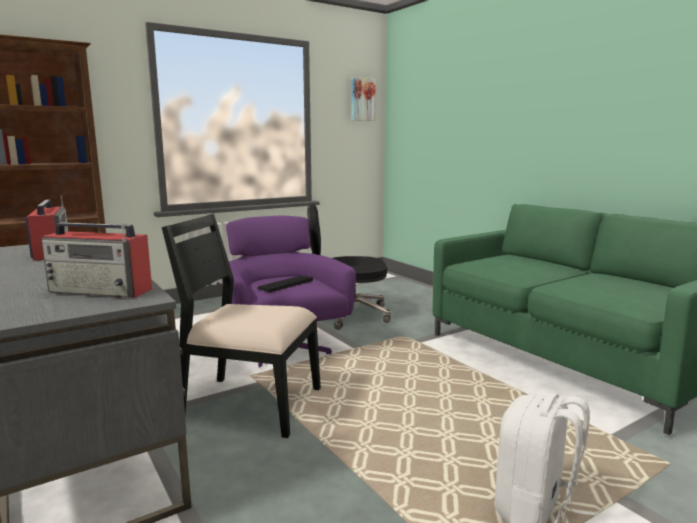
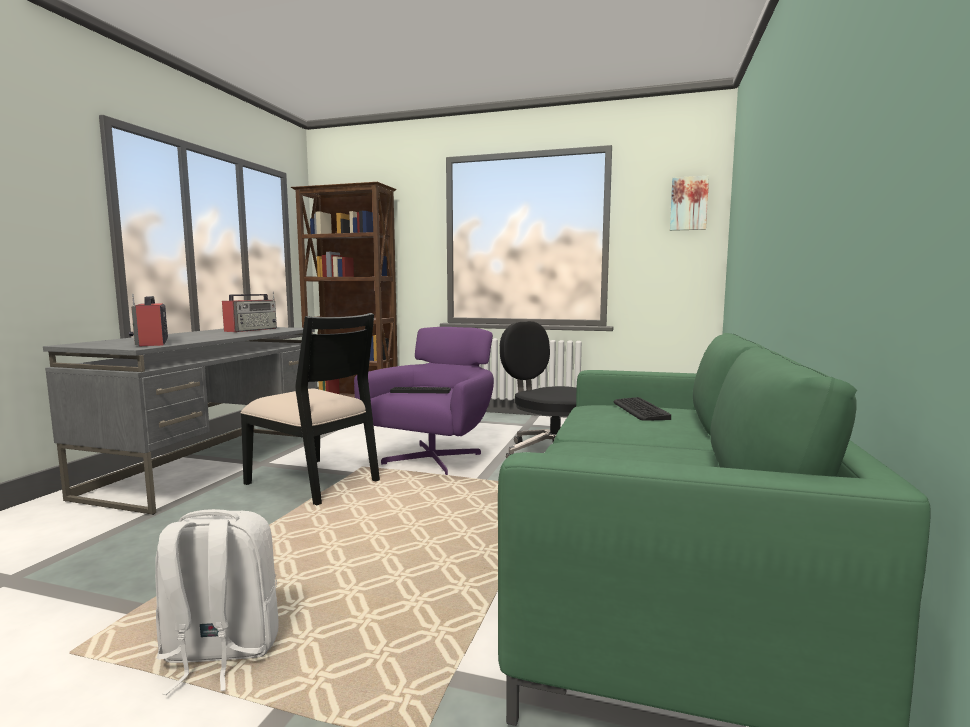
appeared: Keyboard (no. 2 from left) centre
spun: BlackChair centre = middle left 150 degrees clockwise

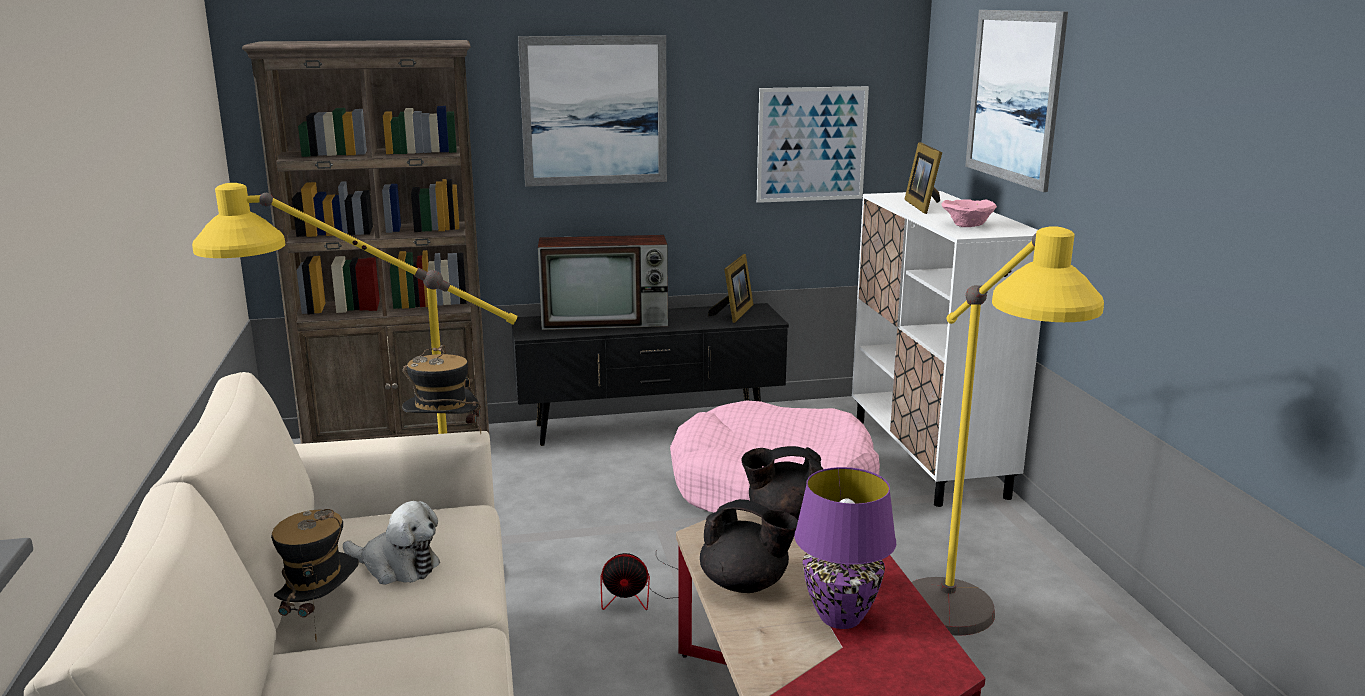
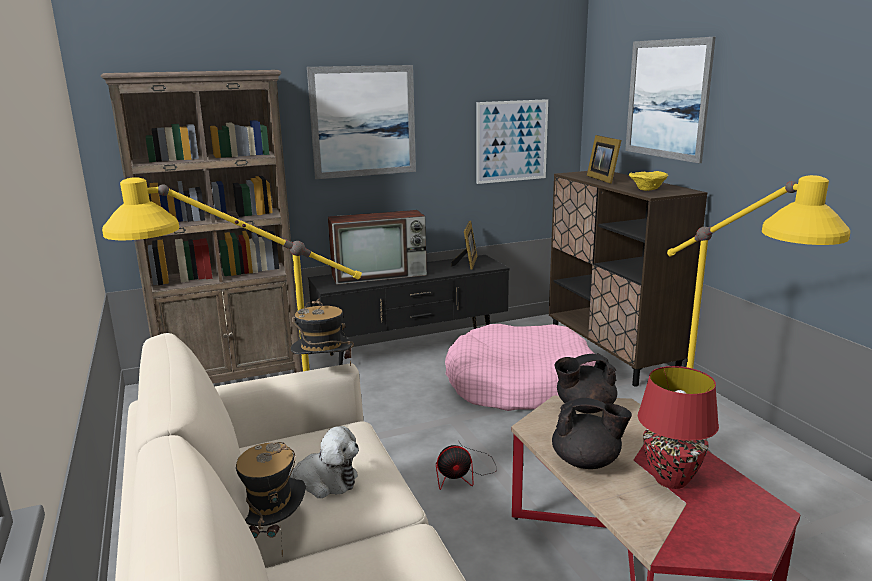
colour: WhiteCabinet middle right to BrownCabinet middle right; PinkBowl top right to YellowBowl top right; PurpleTableLamp bottom centre to RedTableLamp bottom right

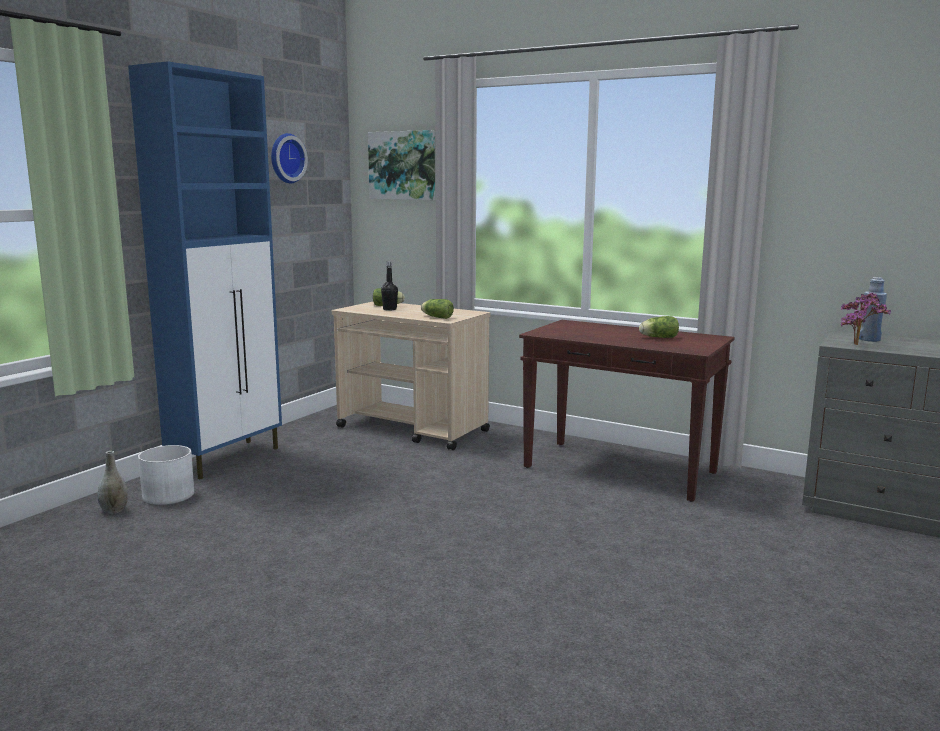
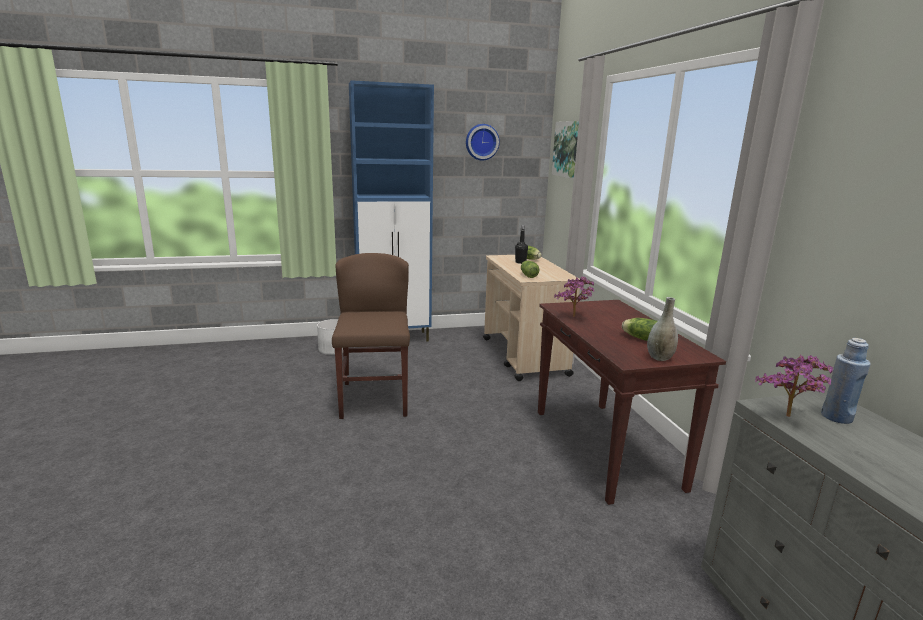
appeared: BrownChair centre; PottedPlant (no. 1 from left) centre
relocated: GreyVase middle left to middle right

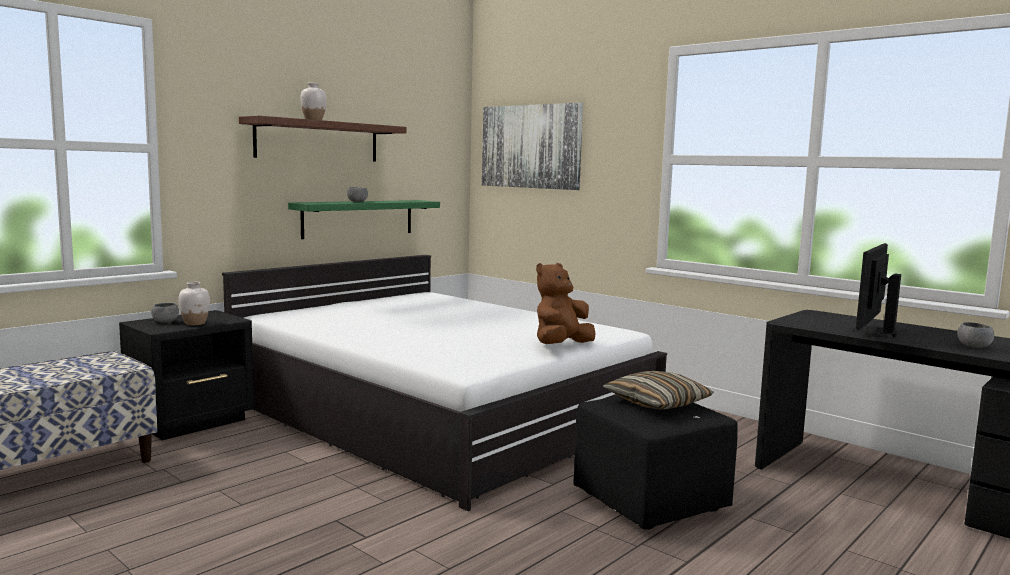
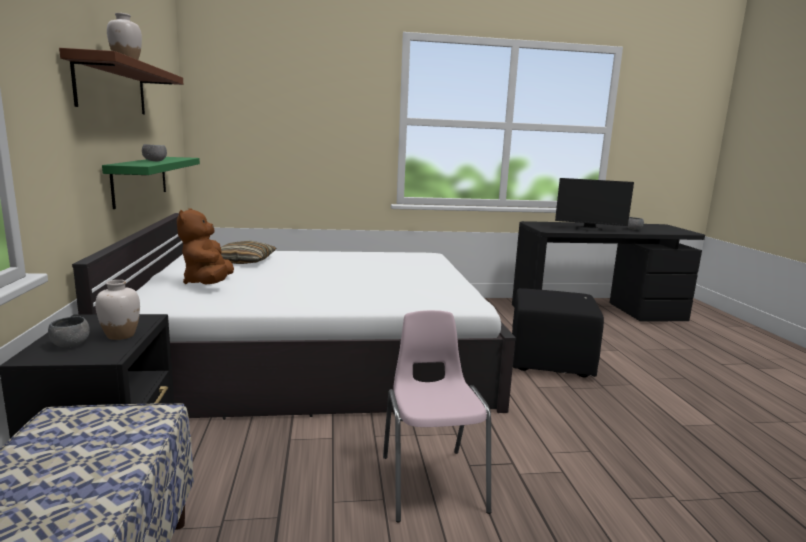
missing: Picture top centre
appeared: PinkChair bottom centre
relocated: BrownPlushToy centre to middle left; Pillow bottom centre to middle left
spun: Monitor middle right = middle right 60 degrees counterclockwise

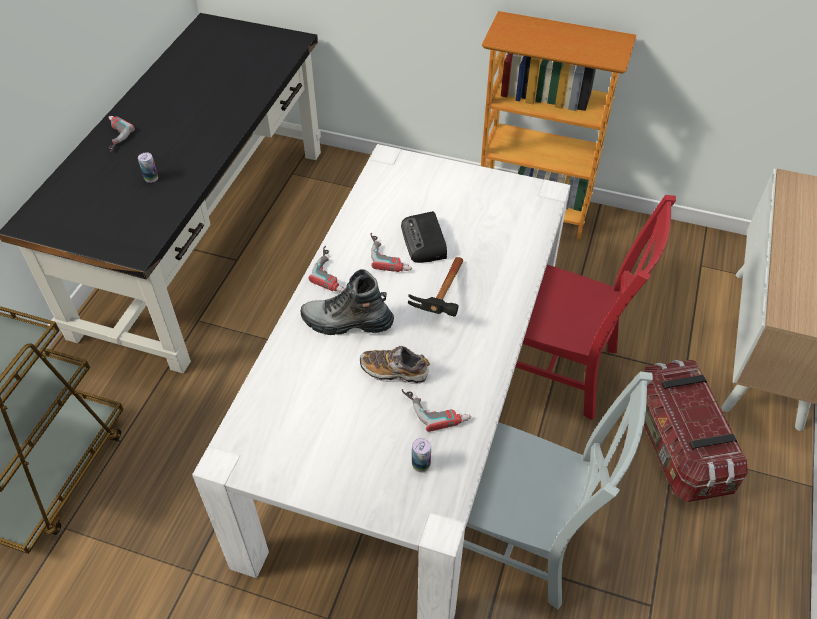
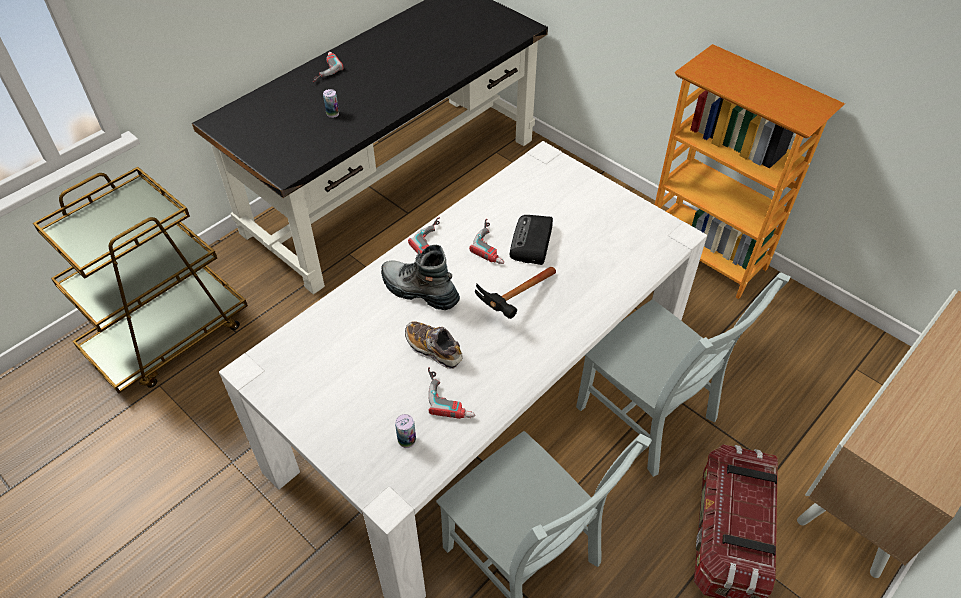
colour: RedChair middle right to GreyChair (no. 2 from left) middle right

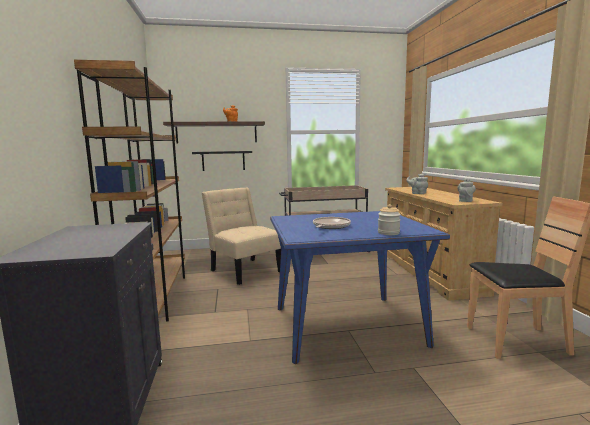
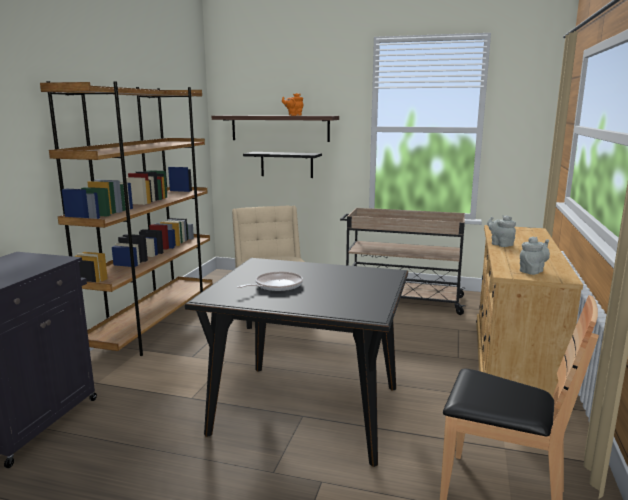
missing: Jar centre
colour: BlueDiningTable bottom centre to BlackDiningTable bottom centre

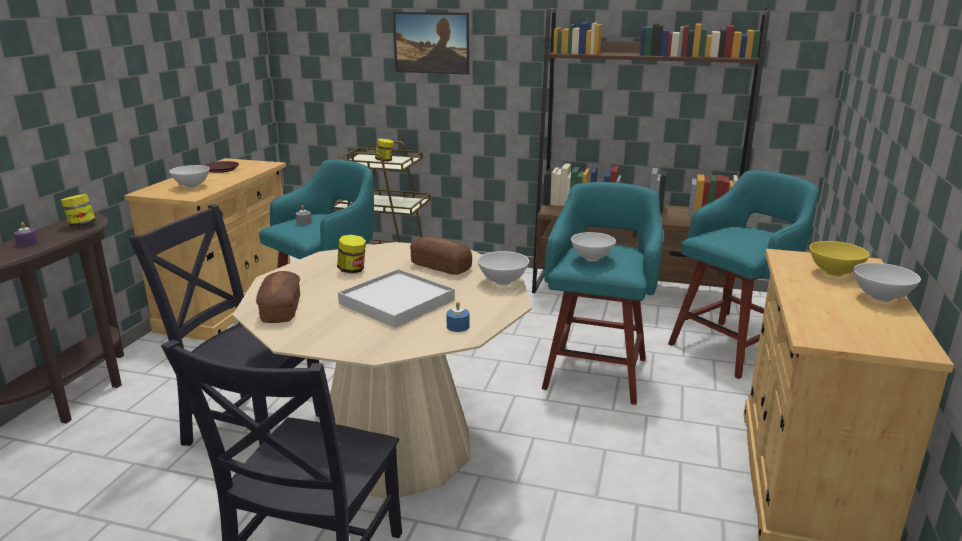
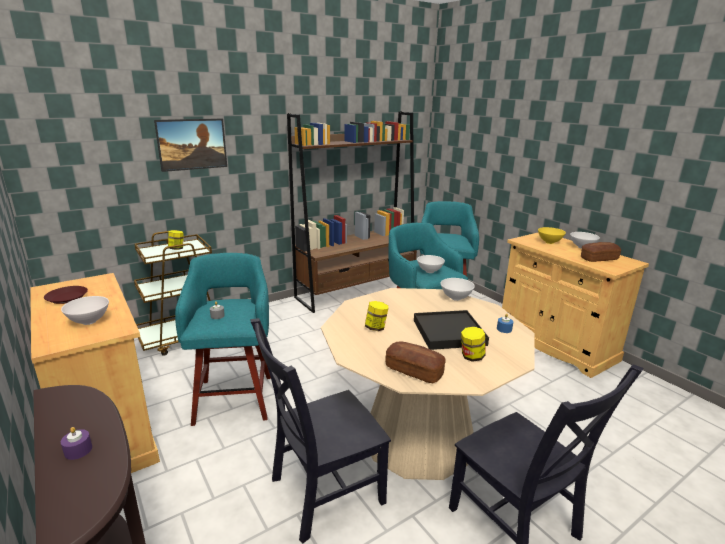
relocated: Jar (no. 1 from left in the first image) middle left to Jar (no. 3 from left) centre; Bread (no. 2 from left) centre to middle right
colour: WhiteTray centre to BlackTray centre

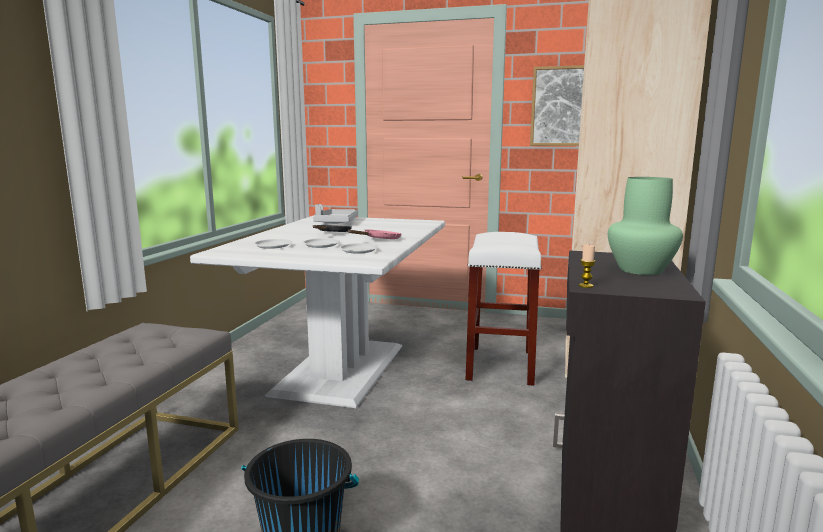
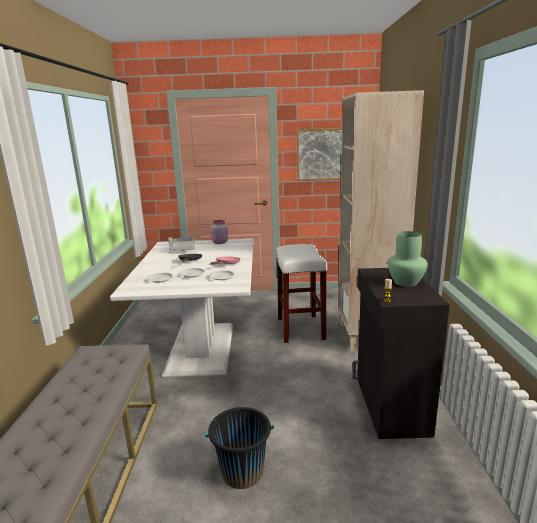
appeared: PinkJar centre

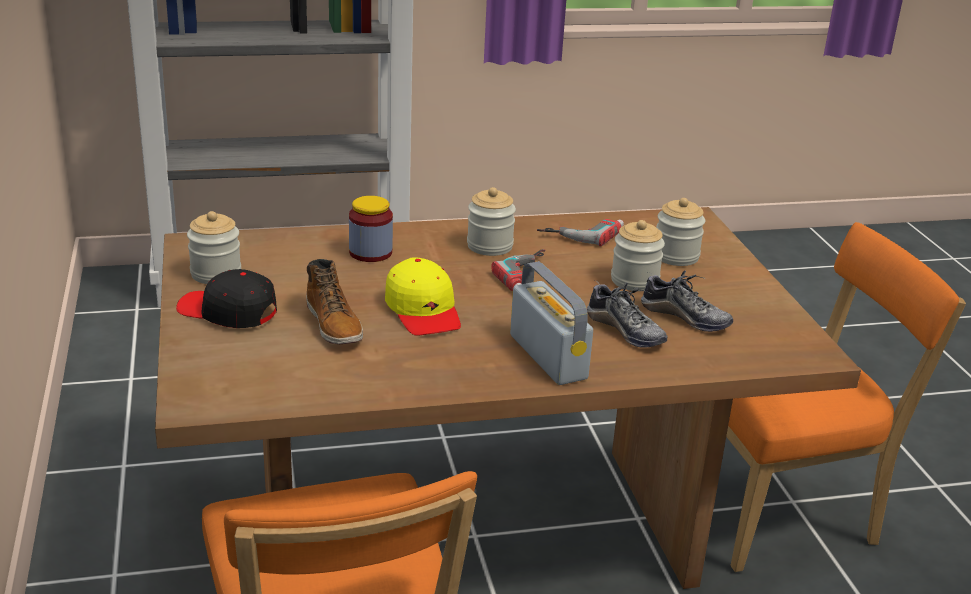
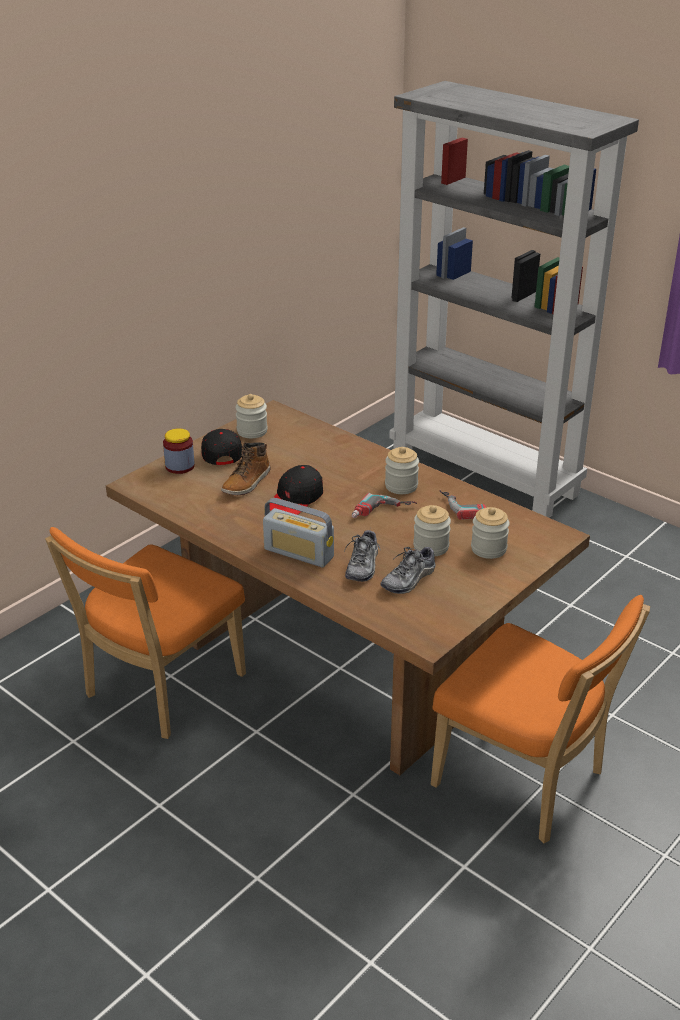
relocated: Jar (no. 2 from left in the first image) centre to Jar (no. 1 from left) middle left
colour: YellowCap centre to BlackCap (no. 2 from left) centre
spun: Radio centre = centre 90 degrees clockwise; Shoe (no. 2 from left) middle right = centre 45 degrees clockwise

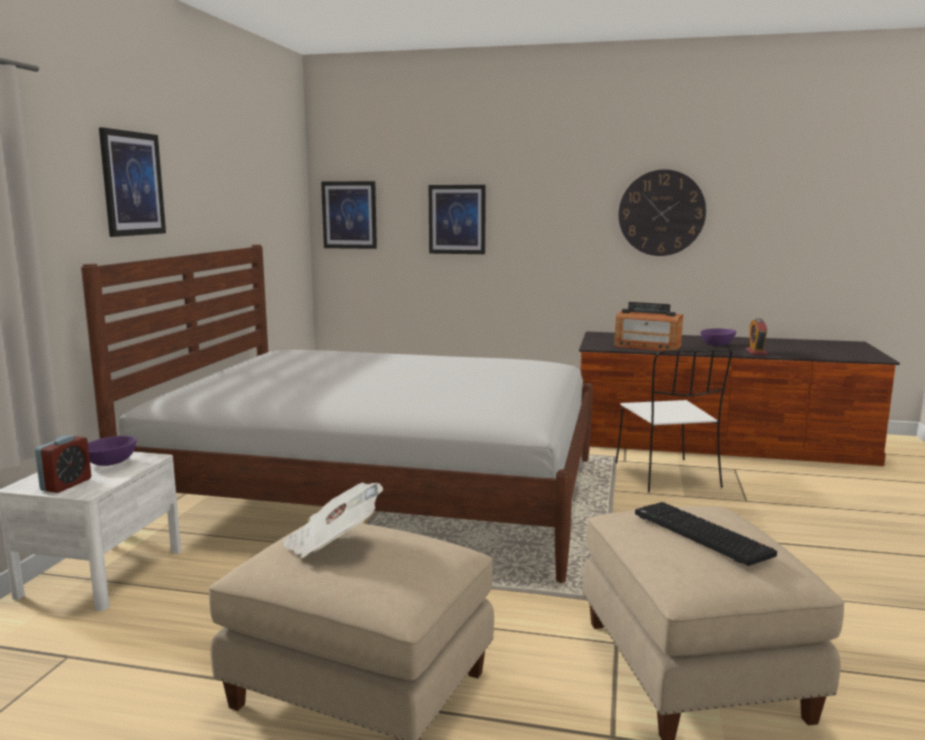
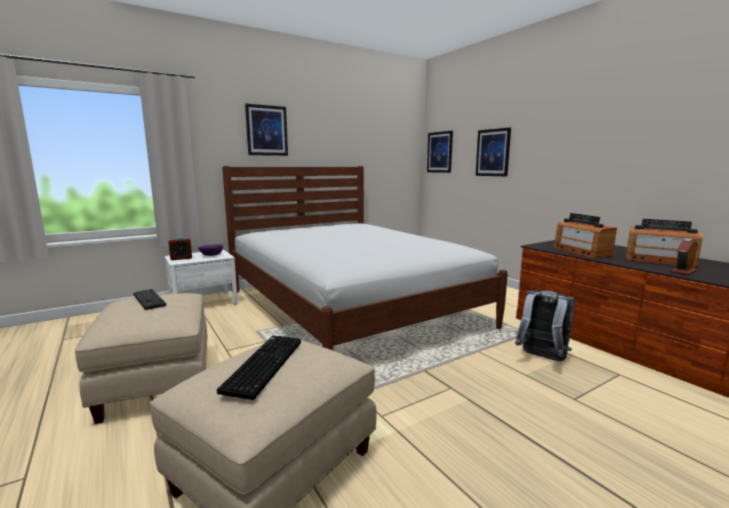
missing: WallClock top right
exchanged: PurpleBowl (no. 2 from left) middle right to Radio (no. 2 from left) middle right; WhiteChair middle right to GreyBackpack middle right; Newspaper bottom centre to Keyboard (no. 1 from left) middle left

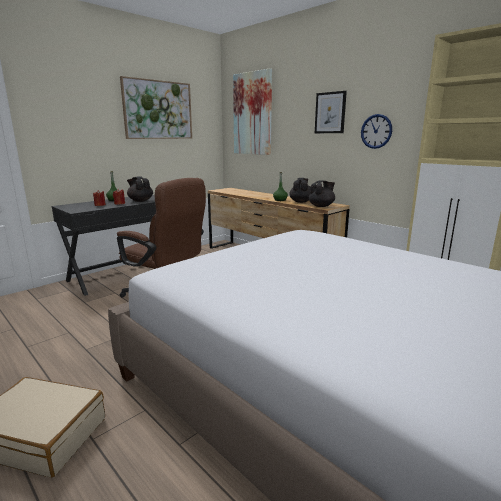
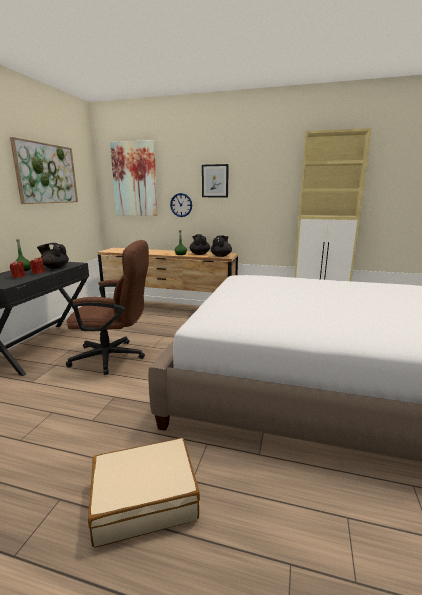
relocated: WallClock top right to centre

